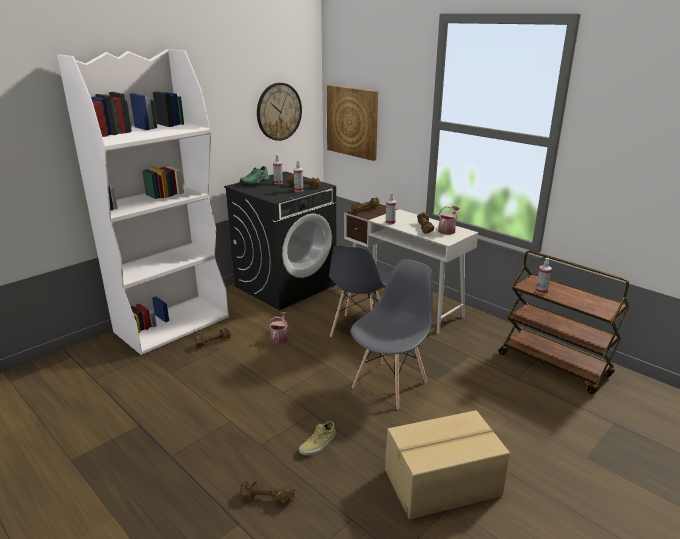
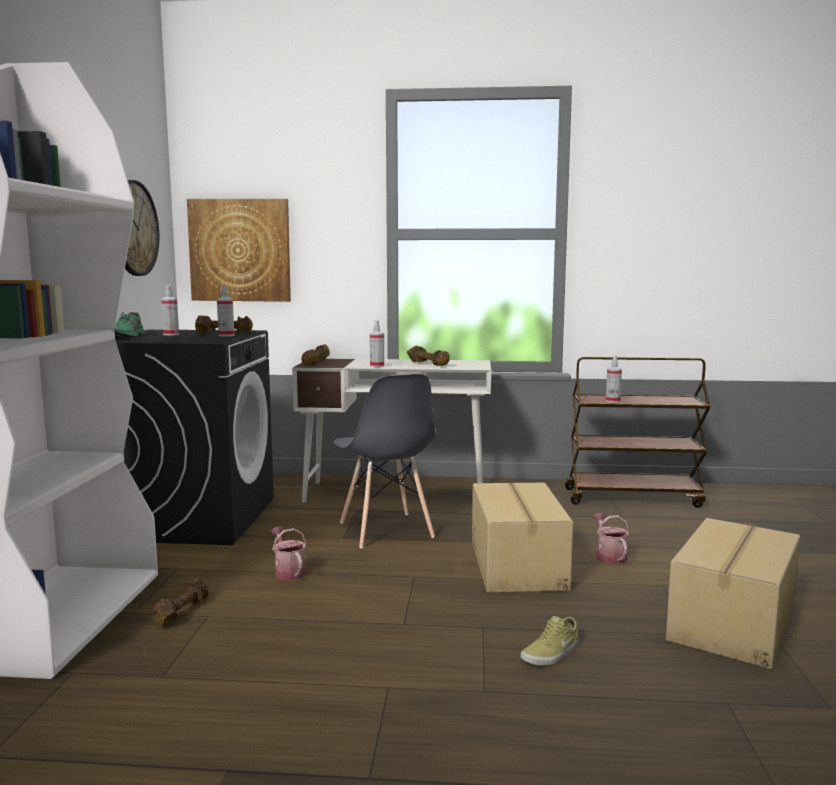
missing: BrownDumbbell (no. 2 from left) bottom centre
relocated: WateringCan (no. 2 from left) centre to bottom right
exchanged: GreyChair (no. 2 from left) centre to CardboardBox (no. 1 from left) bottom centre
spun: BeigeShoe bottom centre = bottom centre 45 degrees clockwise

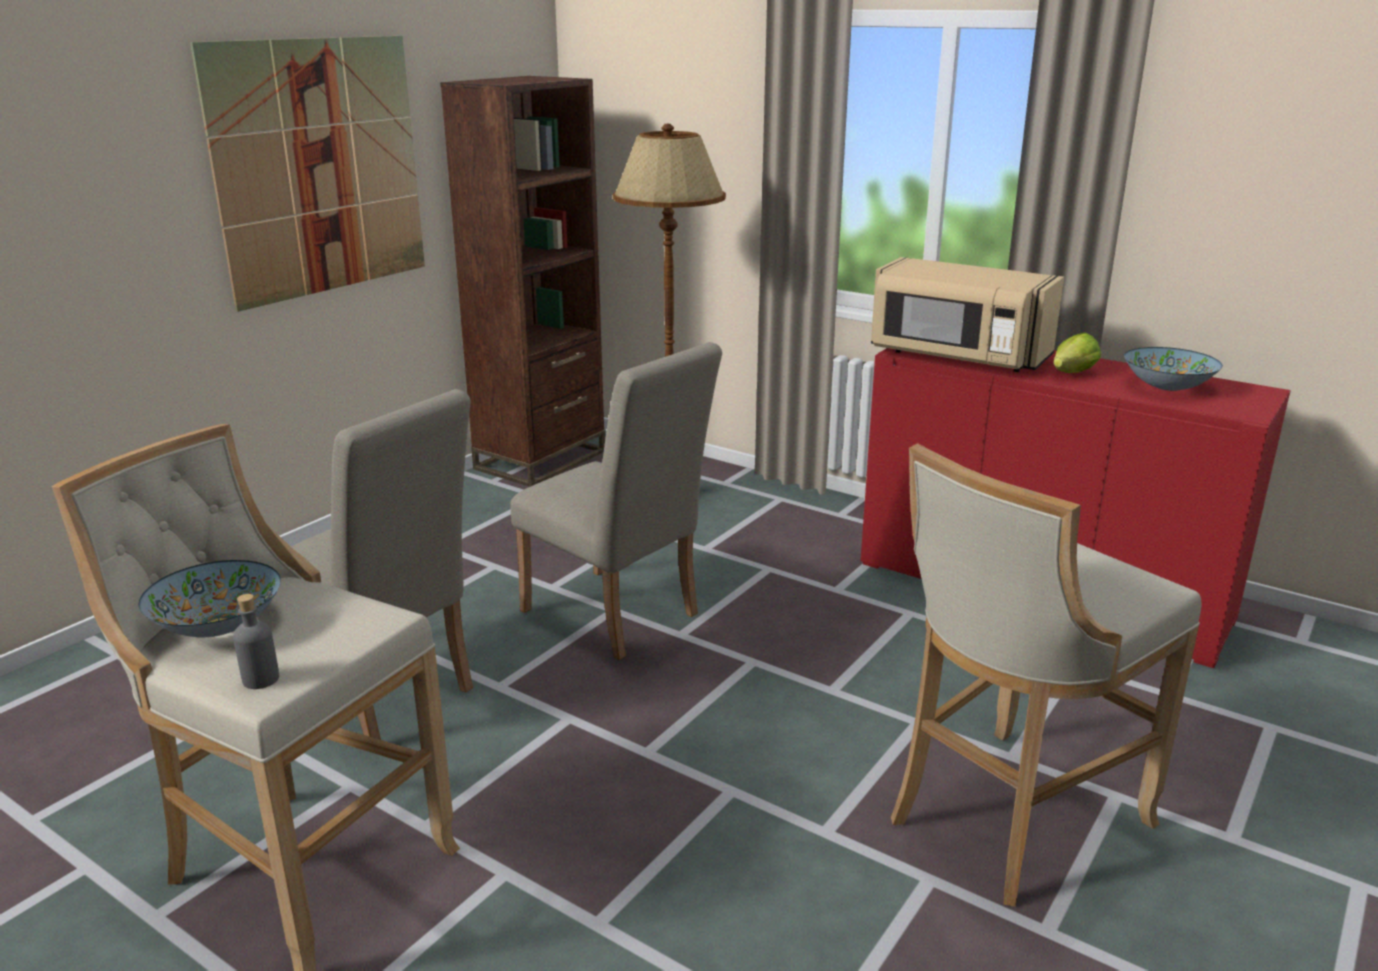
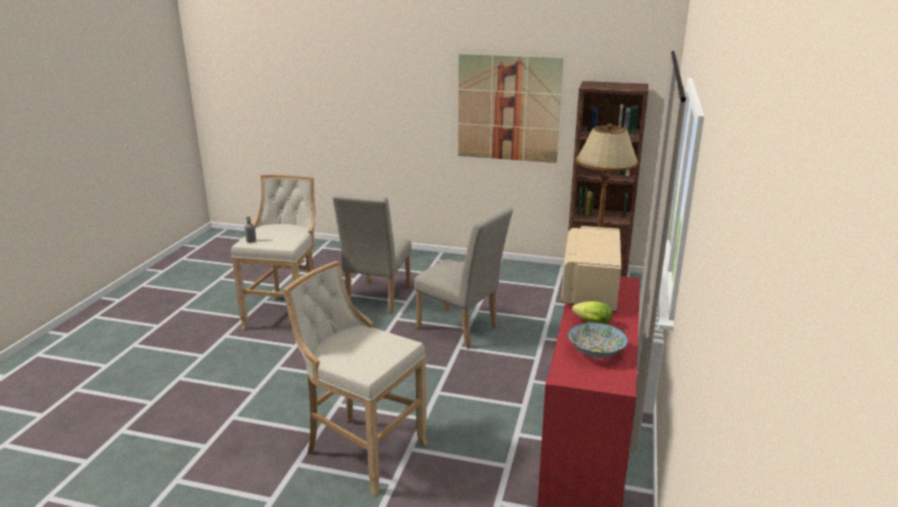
missing: Bowl (no. 1 from left) middle left
spun: BeigeChair (no. 2 from left) centre = centre 75 degrees counterclockwise

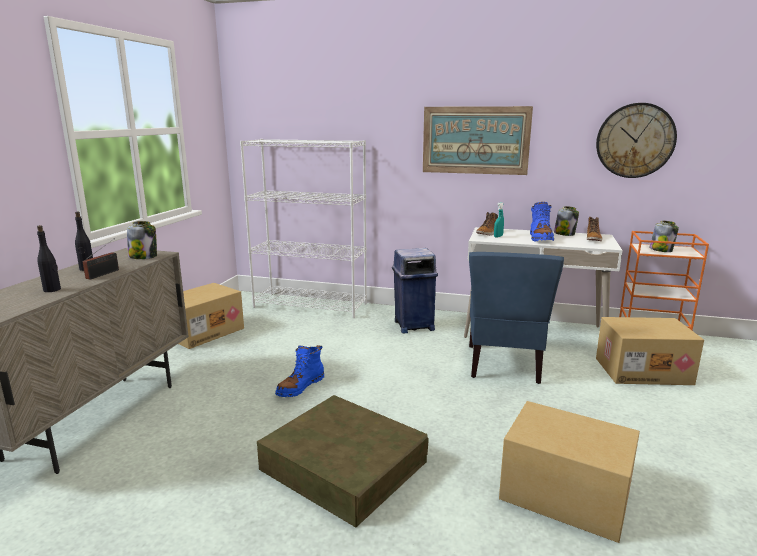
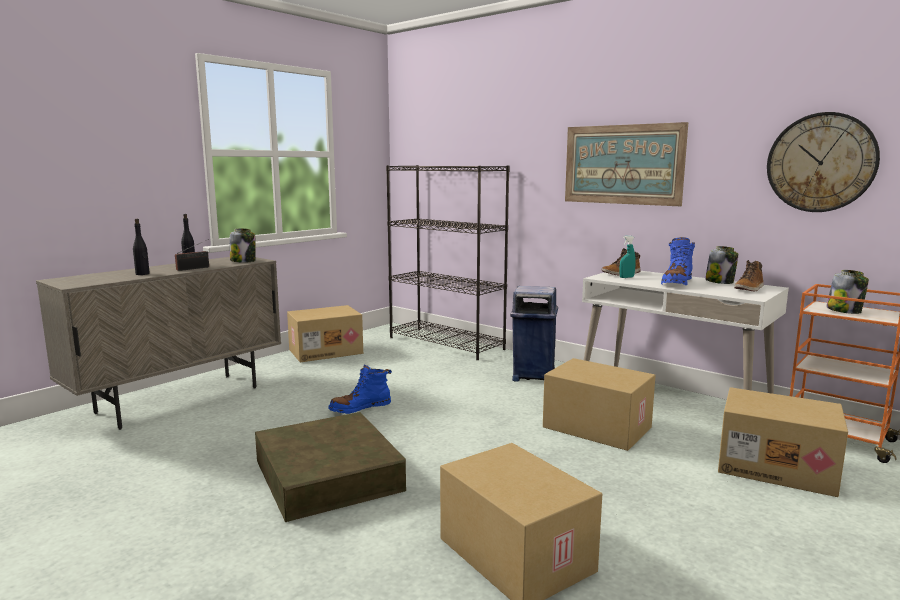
exchanged: BlueChair middle right to CardboardBox (no. 3 from left) bottom centre
colour: WhiteBookcase centre to BlackBookcase centre

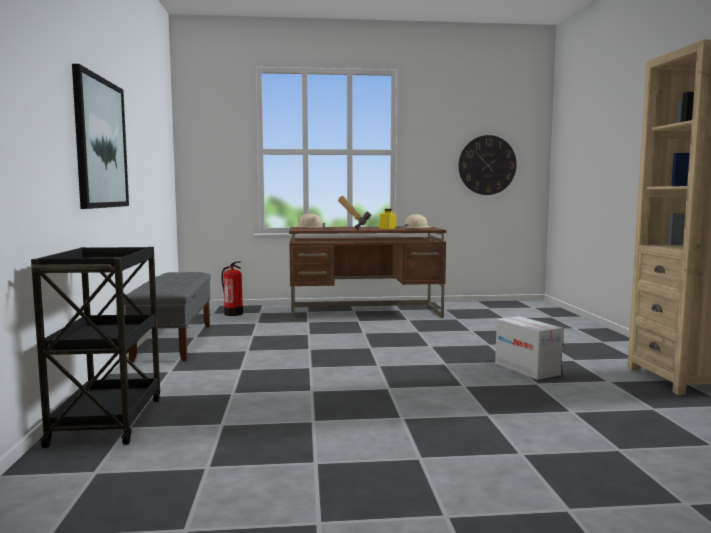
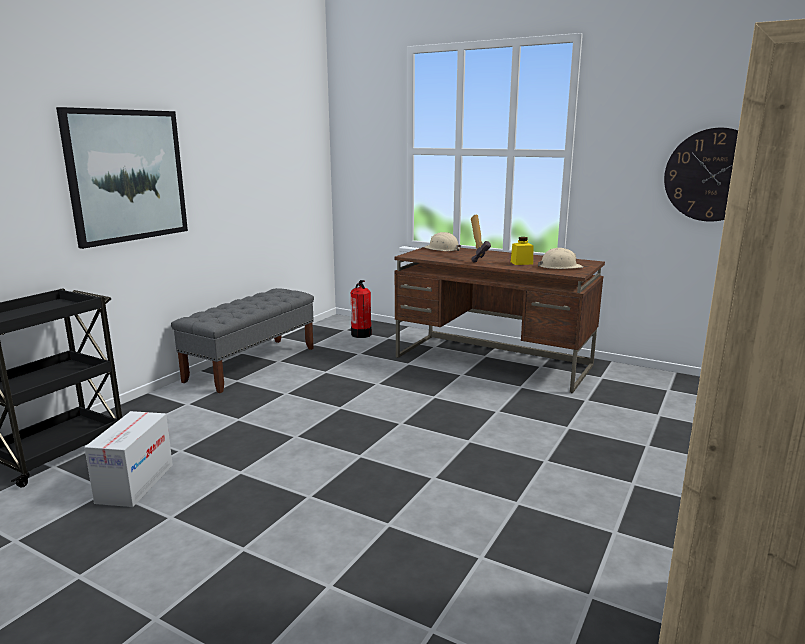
relocated: CardboardBox middle right to bottom left

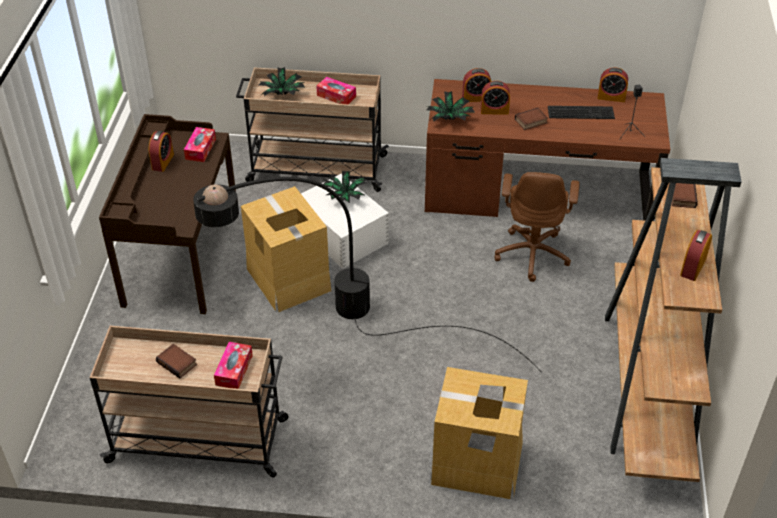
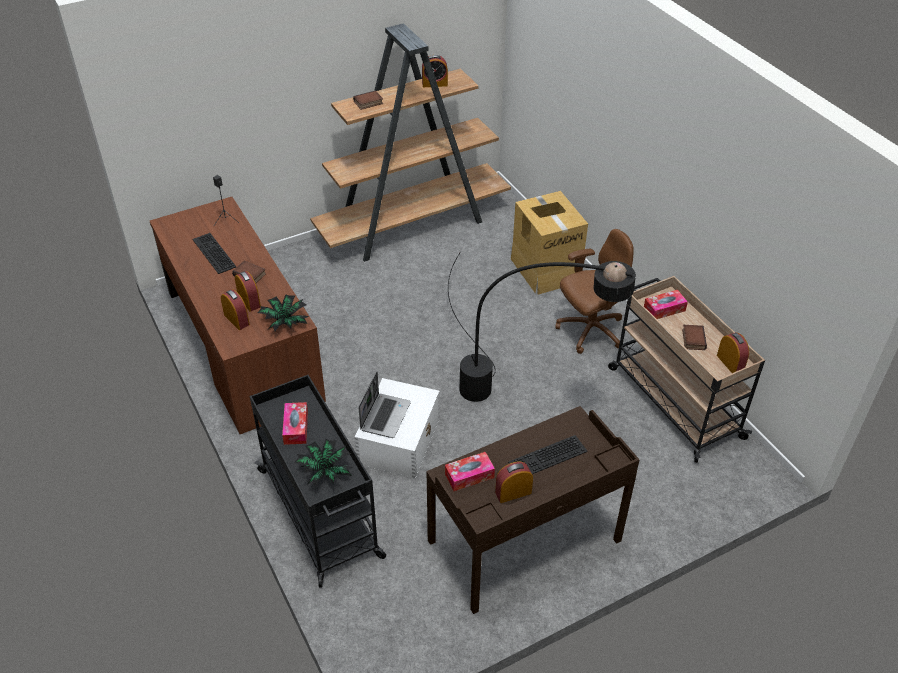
missing: CardboardBox (no. 1 from left) centre
appeared: Keyboard (no. 2 from left) bottom centre
relocated: AlarmClock (no. 4 from left in the first image) top right to AlarmClock (no. 5 from left) middle right; BrownOfficeChair middle right to centre
exchanged: PottedPlant (no. 2 from left) centre to Laptop centre
colour: BeigeCart (no. 2 from left) top centre to BlackCart bottom centre

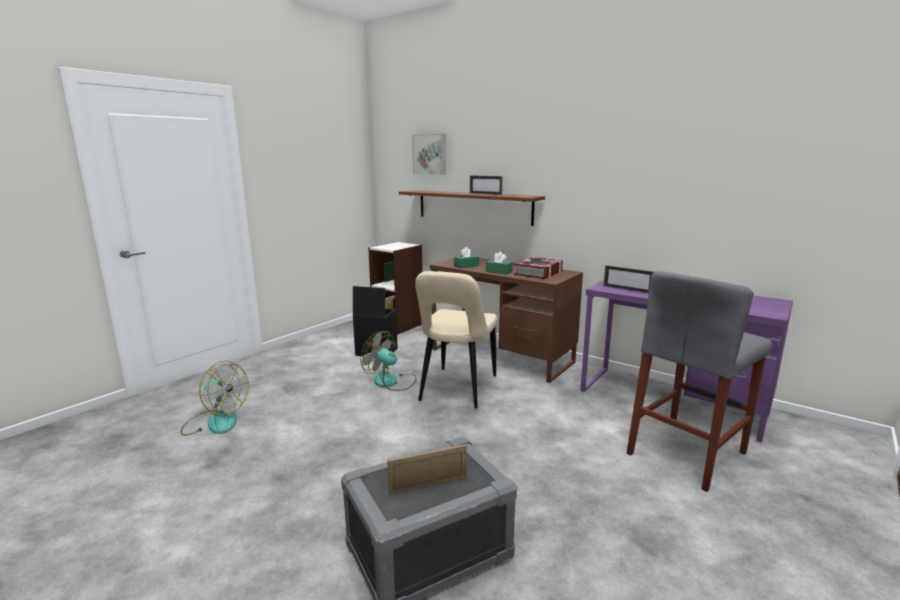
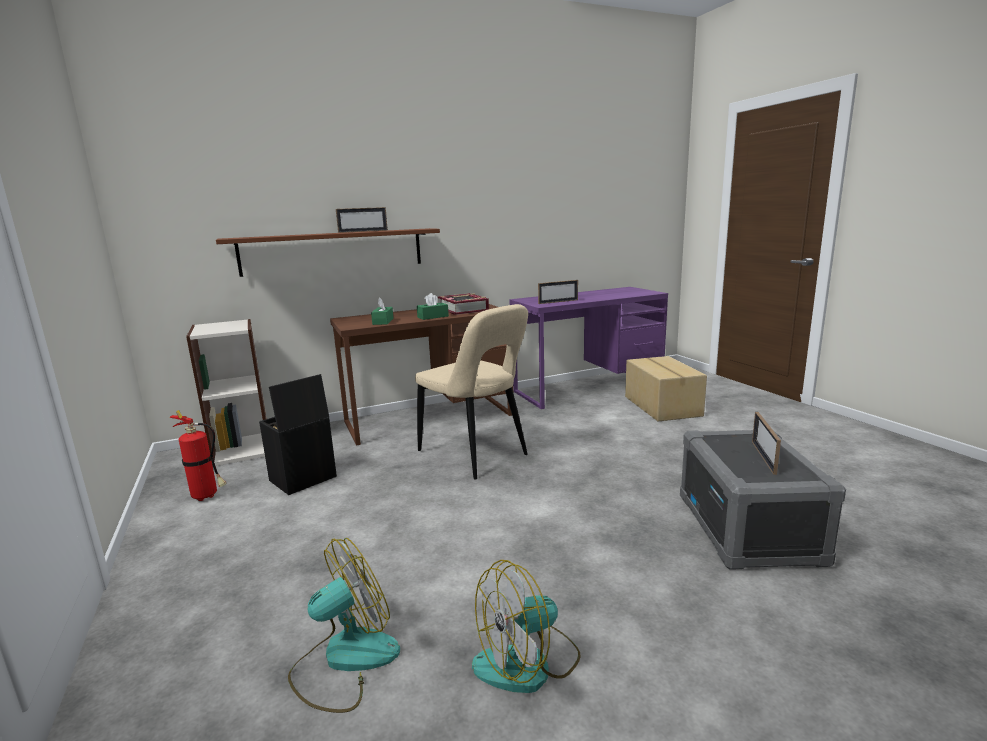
missing: Picture top centre
appeared: FireExtinguisher middle left
relocated: Fan (no. 2 from left) centre to bottom centre
exchanged: GreyStool middle right to CardboardBox middle right

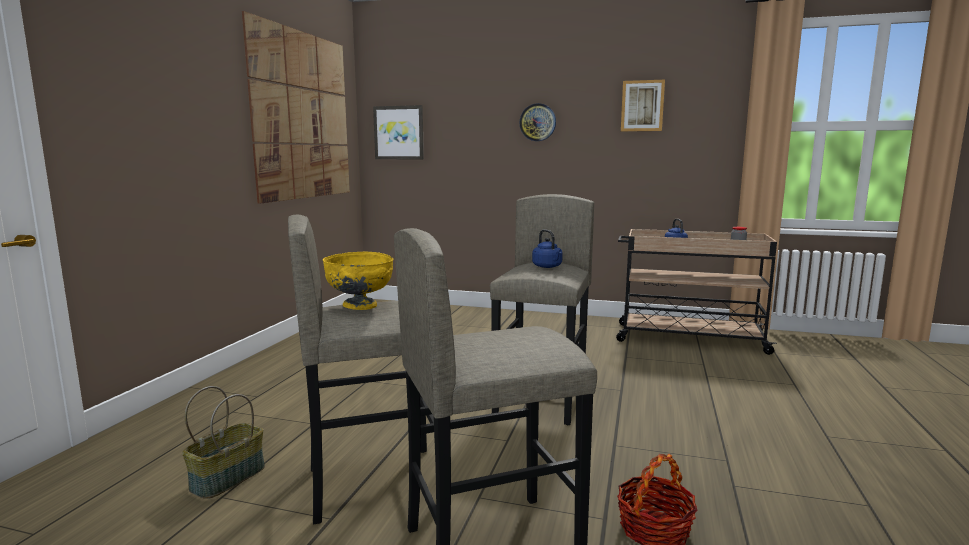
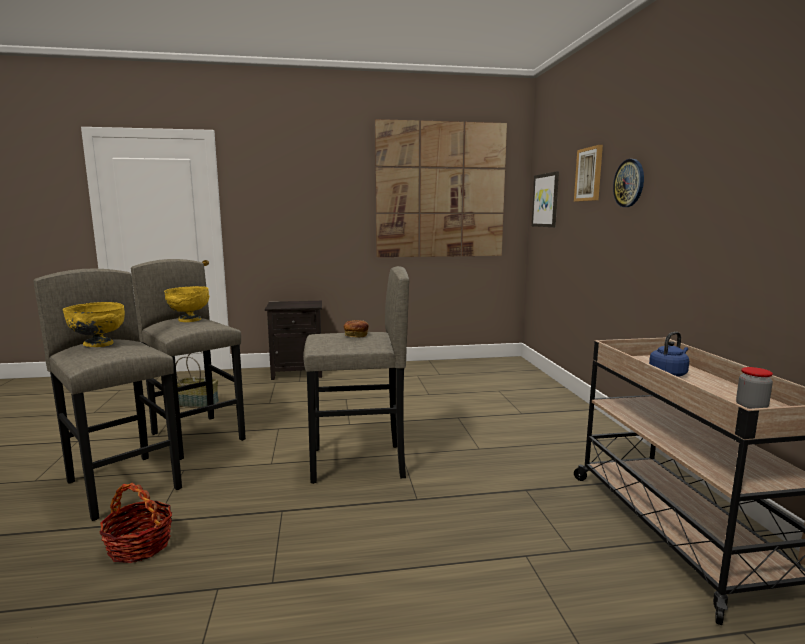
appeared: BlackNightstand centre; YellowBowl (no. 1 from left) middle left
relocated: Picture (no. 3 from left) top centre to top right
exchanged: BlueKettle (no. 1 from left) centre to Bread centre

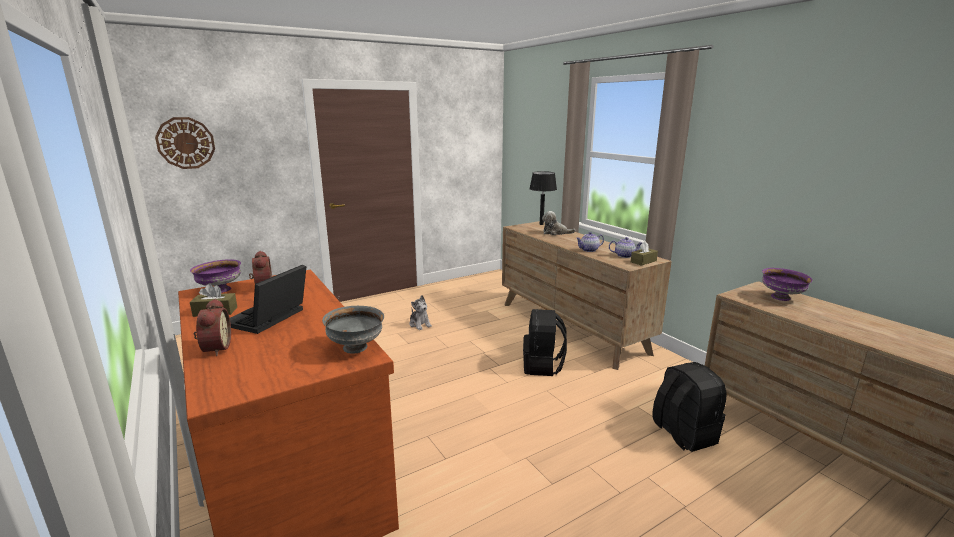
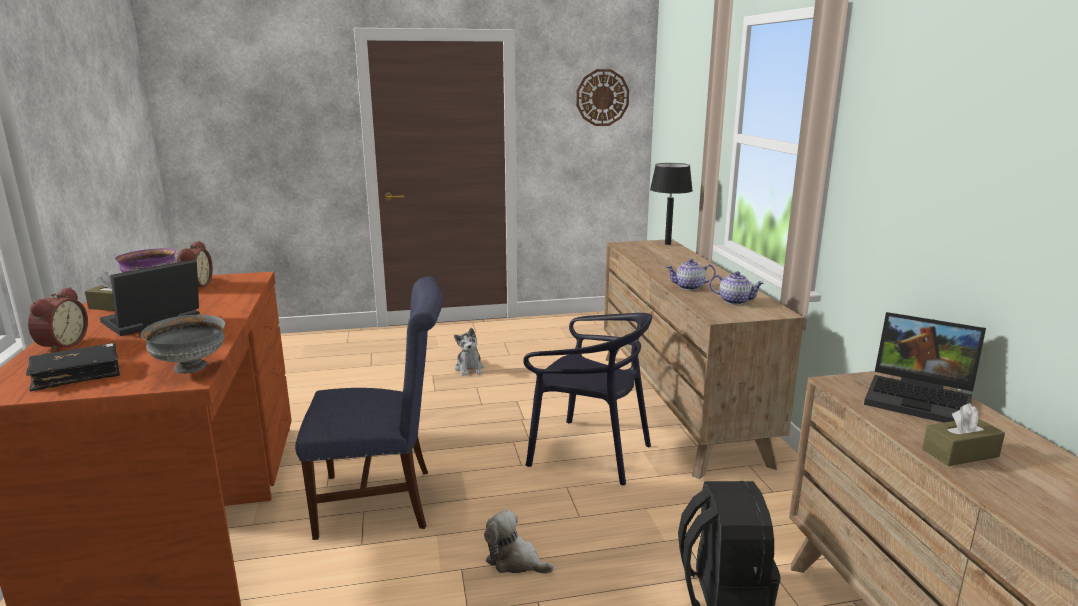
appeared: BlueChair bottom centre; BlackBook middle left
relocated: WallClock top left to top centre; PlushToy (no. 2 from left) centre to bottom centre; BrownTissueBox (no. 2 from left) middle right to bottom right
exchanged: PurpleBowl (no. 2 from left) middle right to Laptop (no. 2 from left) middle right; BlackBackpack (no. 1 from left) centre to BlackChair centre

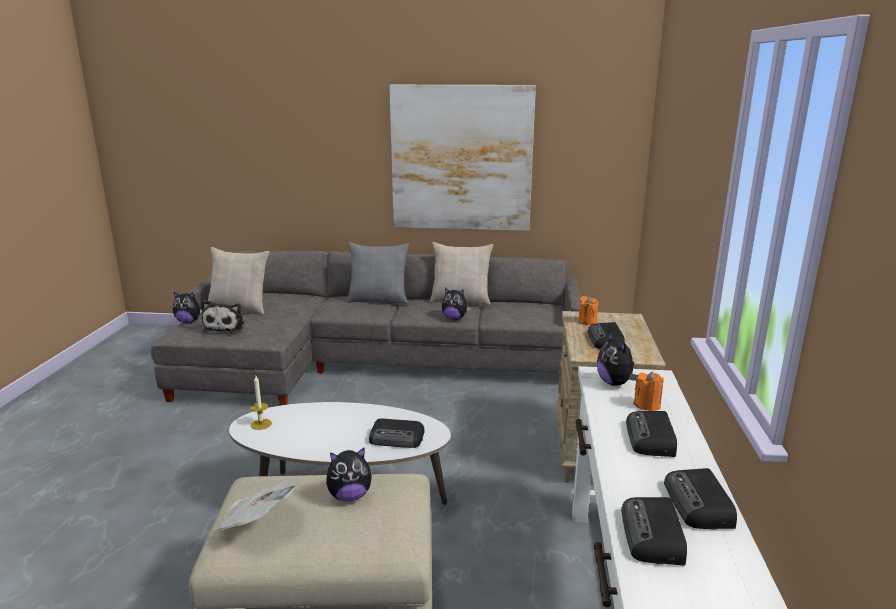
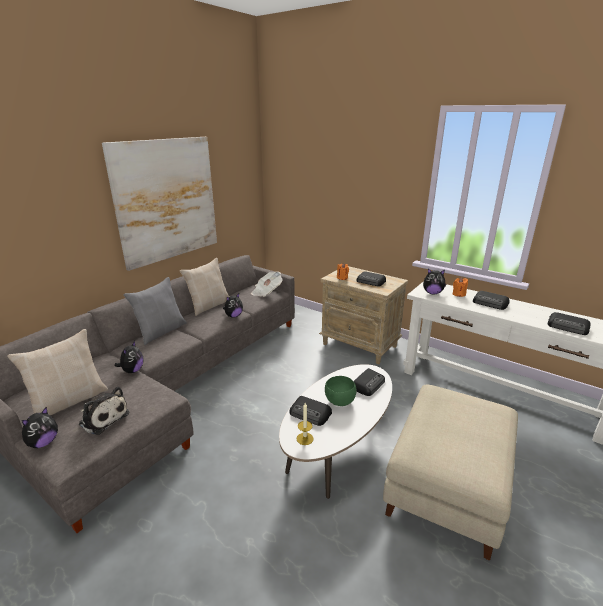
appeared: GreenBowl centre
relocated: PlushToy (no. 3 from left) bottom centre to middle left; Radio (no. 5 from left in the first image) bottom right to Radio (no. 1 from left) bottom centre; Newspaper bottom left to centre

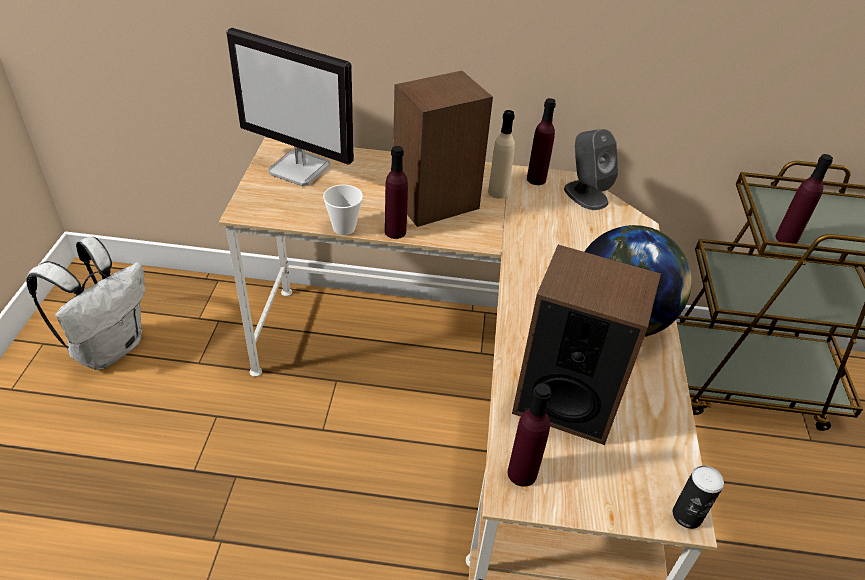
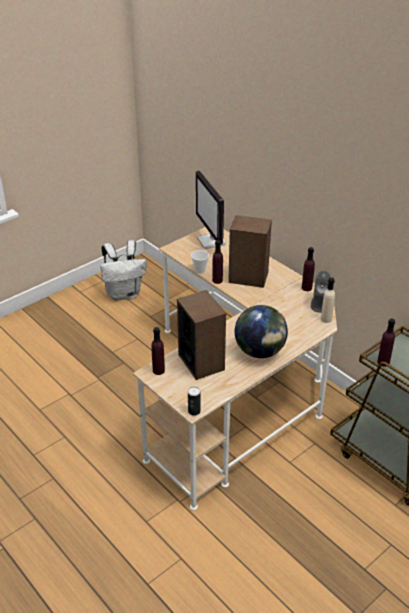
relocated: BeigeBottle top centre to middle right

